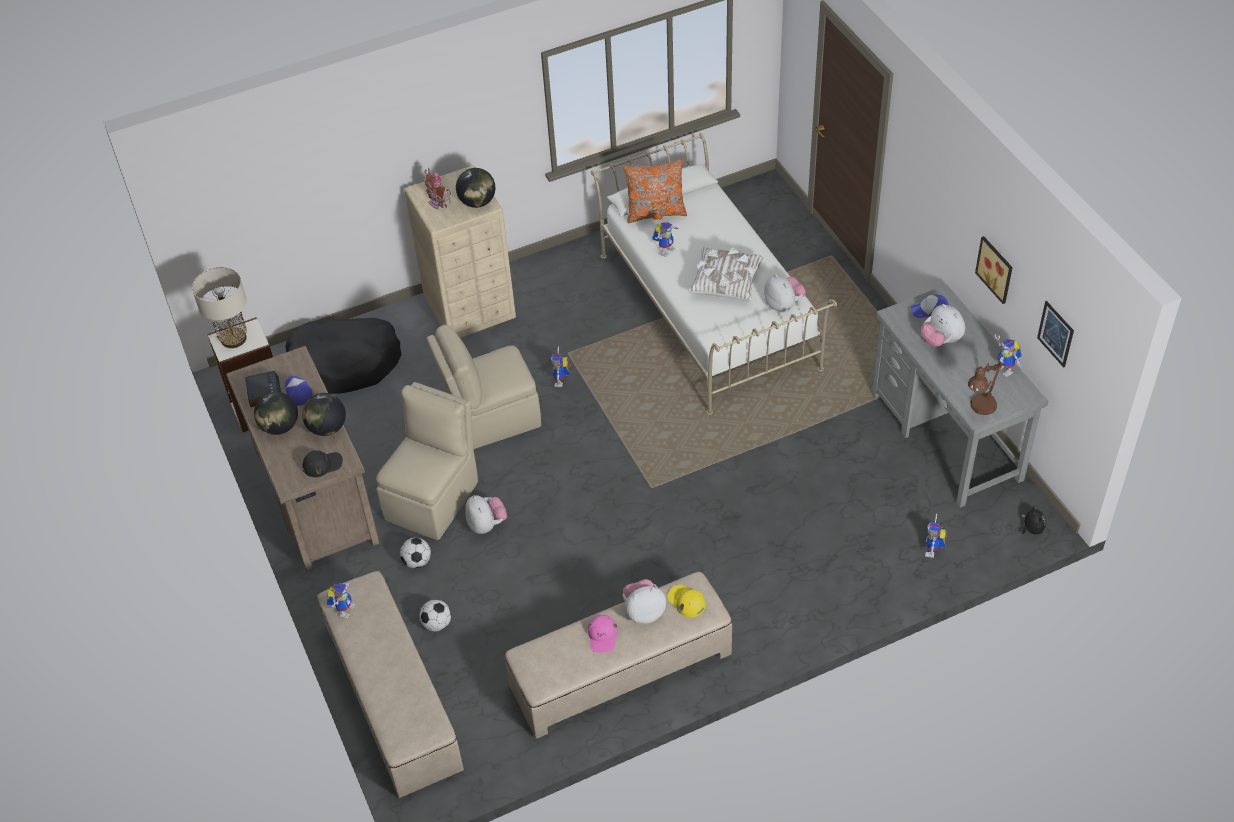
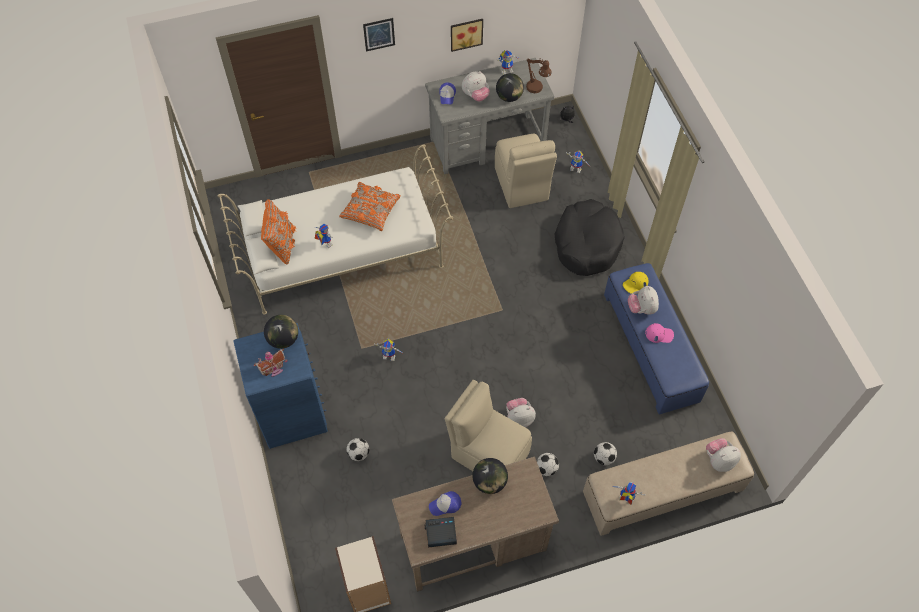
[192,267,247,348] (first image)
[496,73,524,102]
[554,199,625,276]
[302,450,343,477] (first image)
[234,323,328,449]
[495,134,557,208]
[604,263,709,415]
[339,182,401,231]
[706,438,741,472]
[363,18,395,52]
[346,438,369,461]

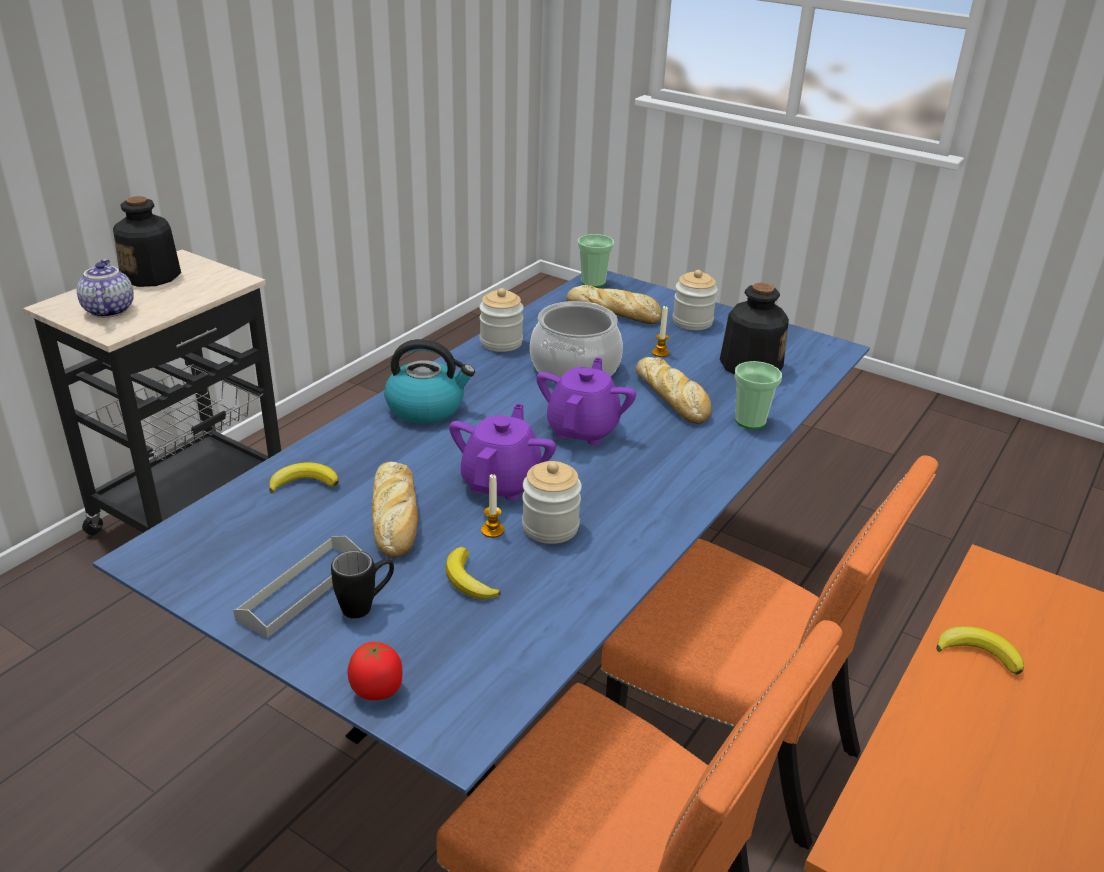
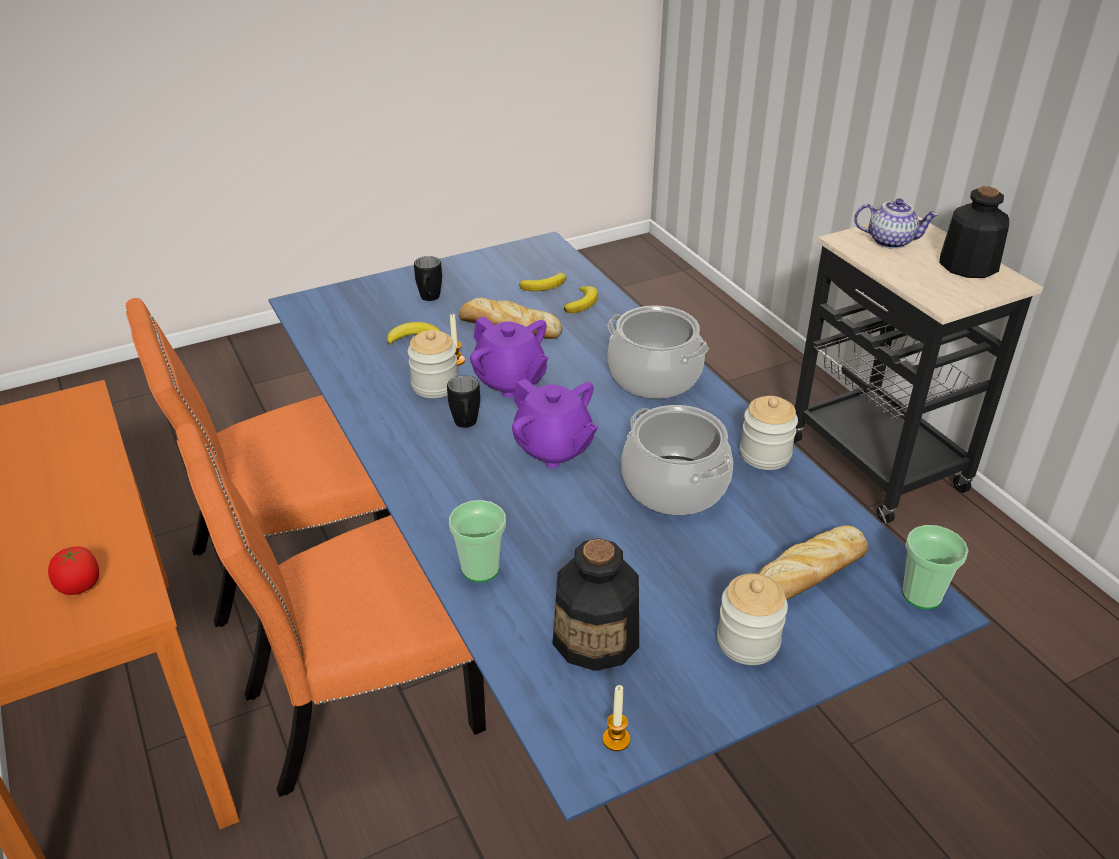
[233,536,363,638] (first image)
[48,547,99,595]
[608,305,709,398]
[636,357,712,424] (first image)
[603,685,631,751]
[519,272,566,291]
[447,375,480,428]

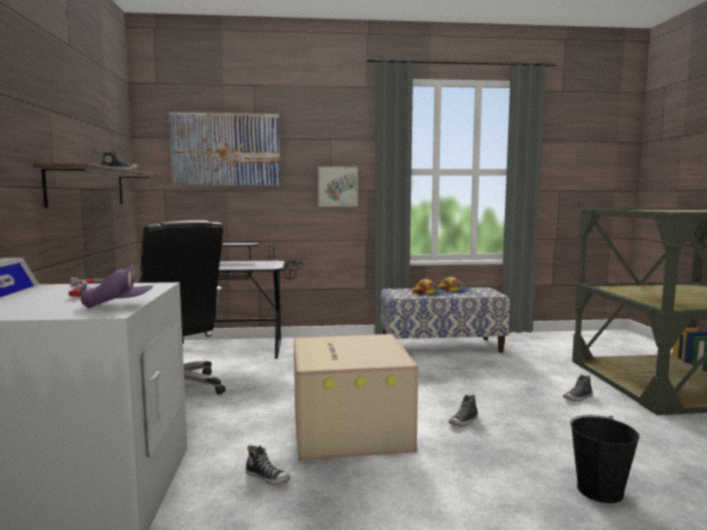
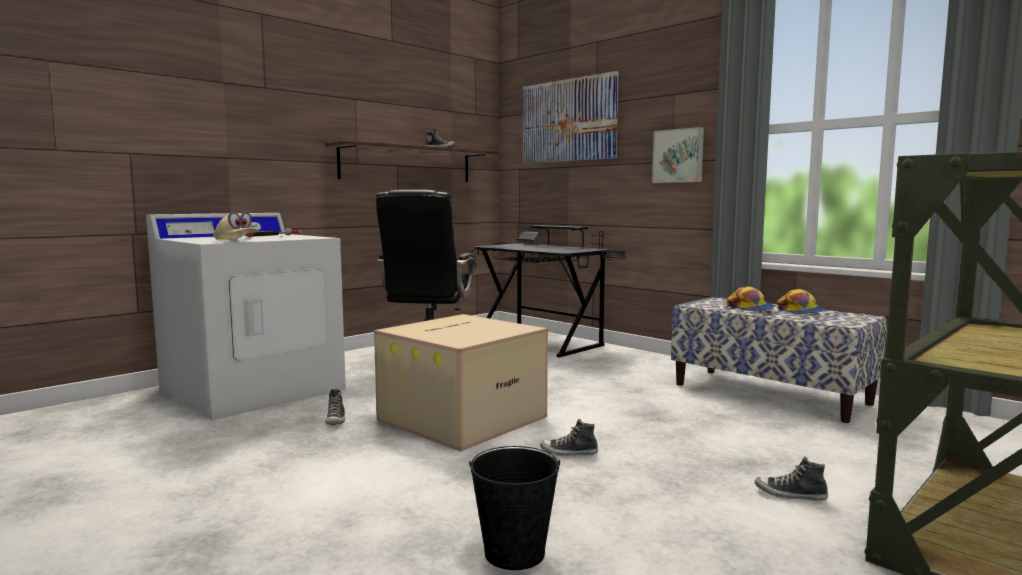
[213,212,258,241]

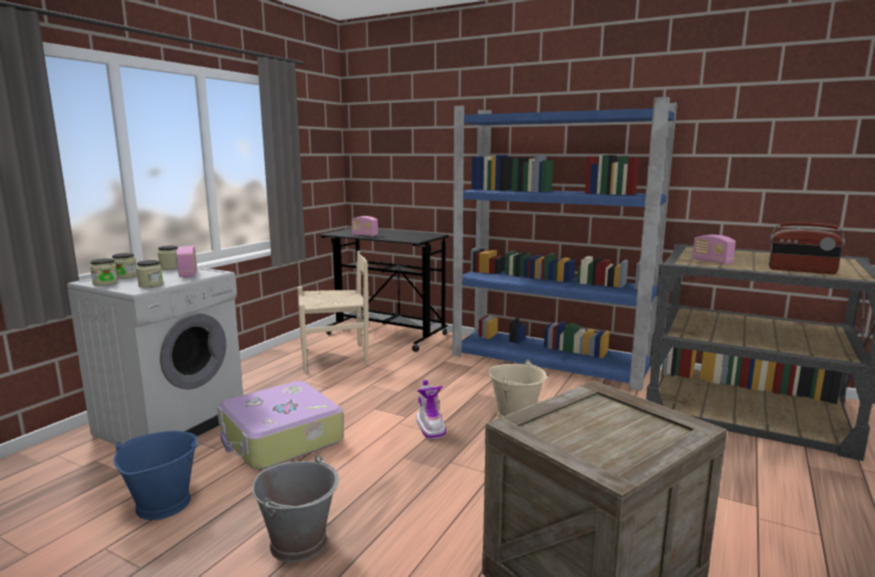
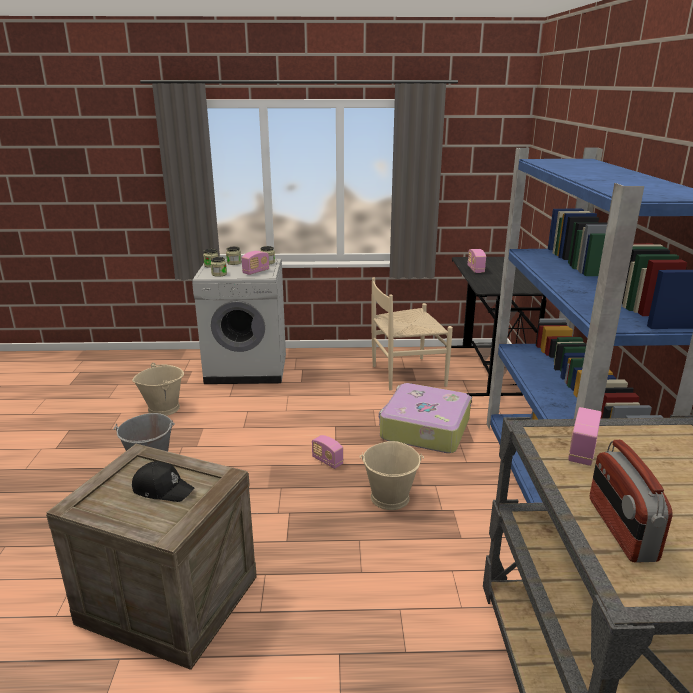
[132,363,184,416]
[379,383,471,453]
[371,277,453,391]
[312,435,343,469]
[132,461,194,502]

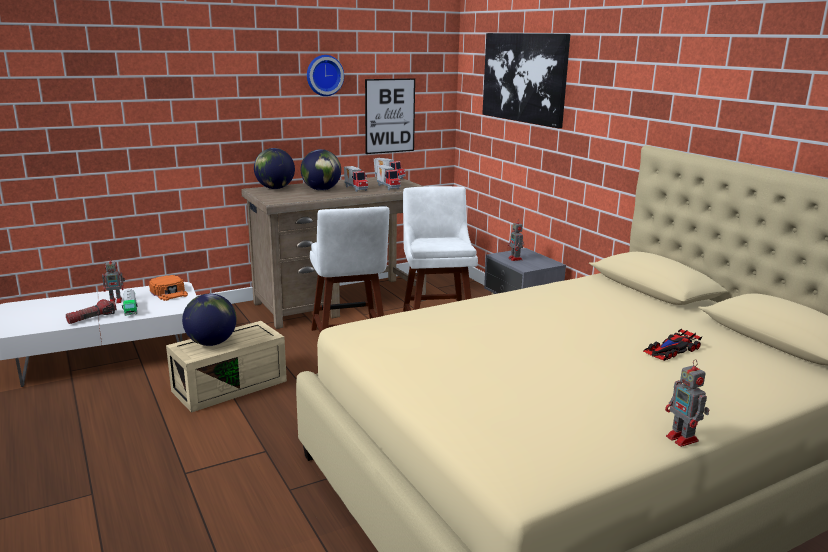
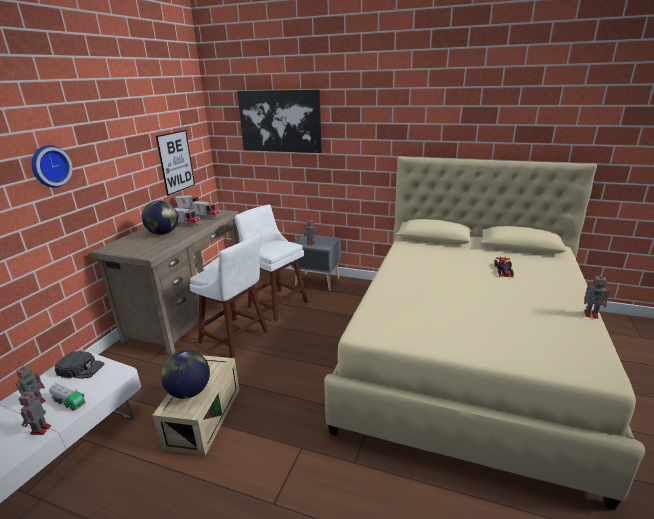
[19,389,51,435]
[55,351,105,379]
[254,148,295,189] (first image)
[31,145,72,188]

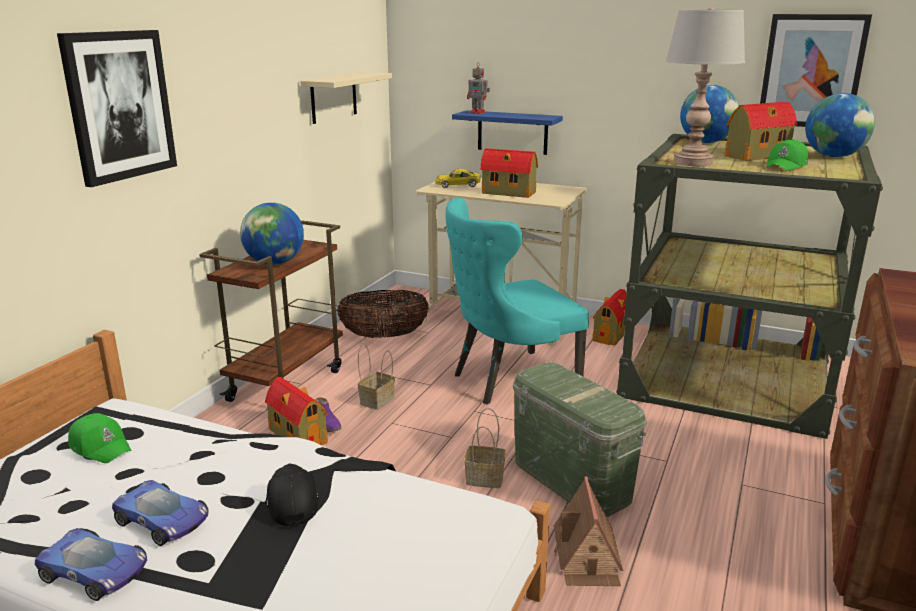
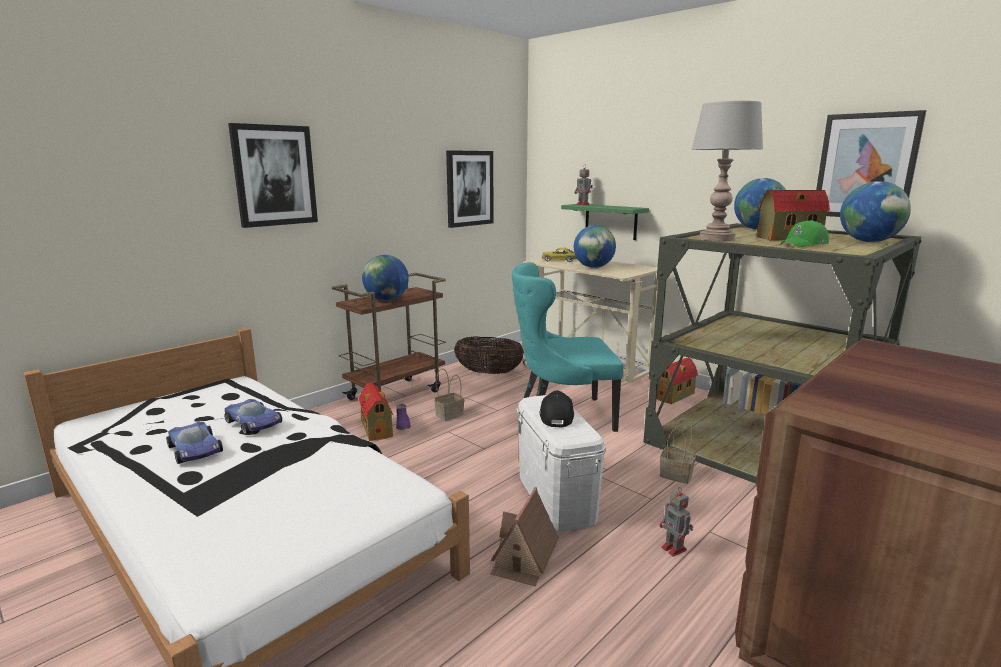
[224,399,282,435]
[68,413,132,463] (first image)
[540,390,574,428]
[446,150,493,228]
[561,204,649,240]
[660,418,696,484]
[574,225,616,268]
[517,395,606,531]
[660,487,693,556]

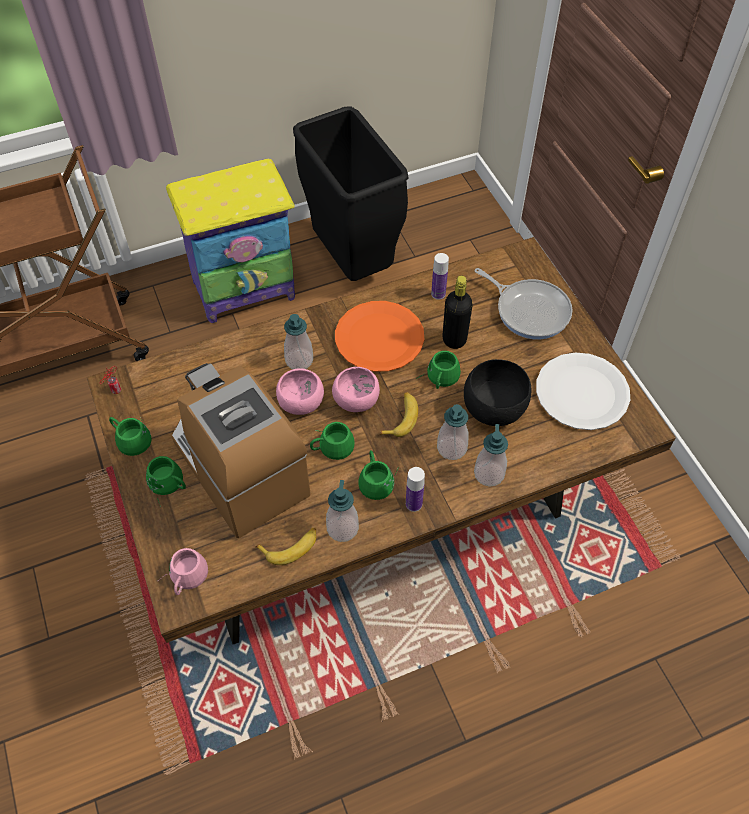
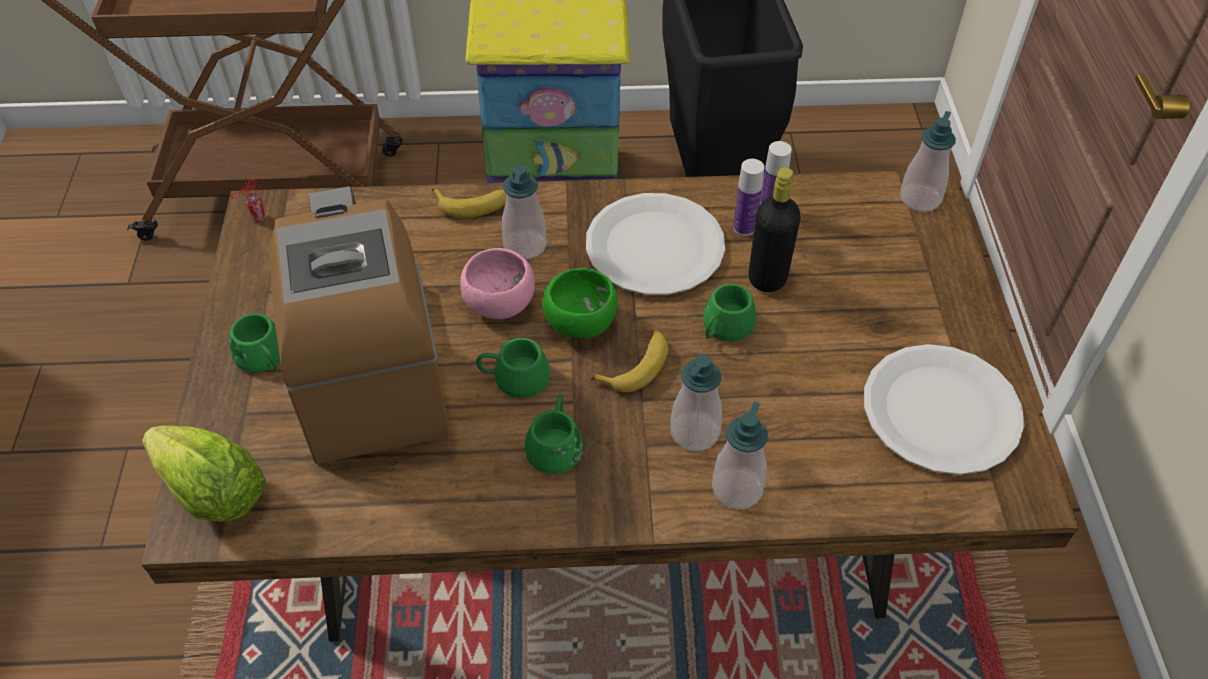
[109,417,152,456] (first image)
[142,426,266,522]
[432,187,506,218]
[900,111,956,212]
[543,268,618,338]
[586,193,725,295]
[733,159,764,236]
[464,359,532,426] (first image)
[474,268,573,339] (first image)

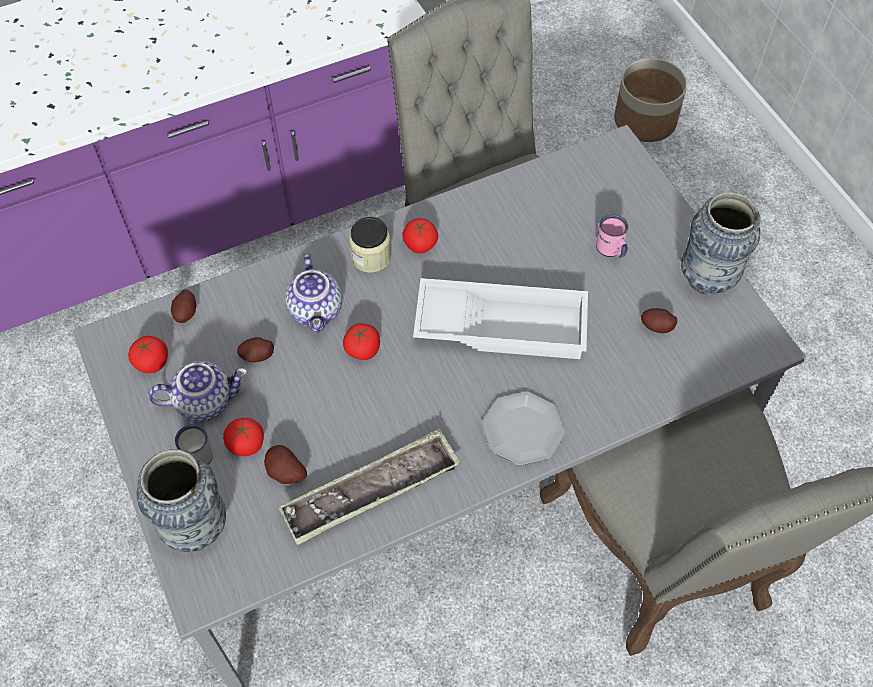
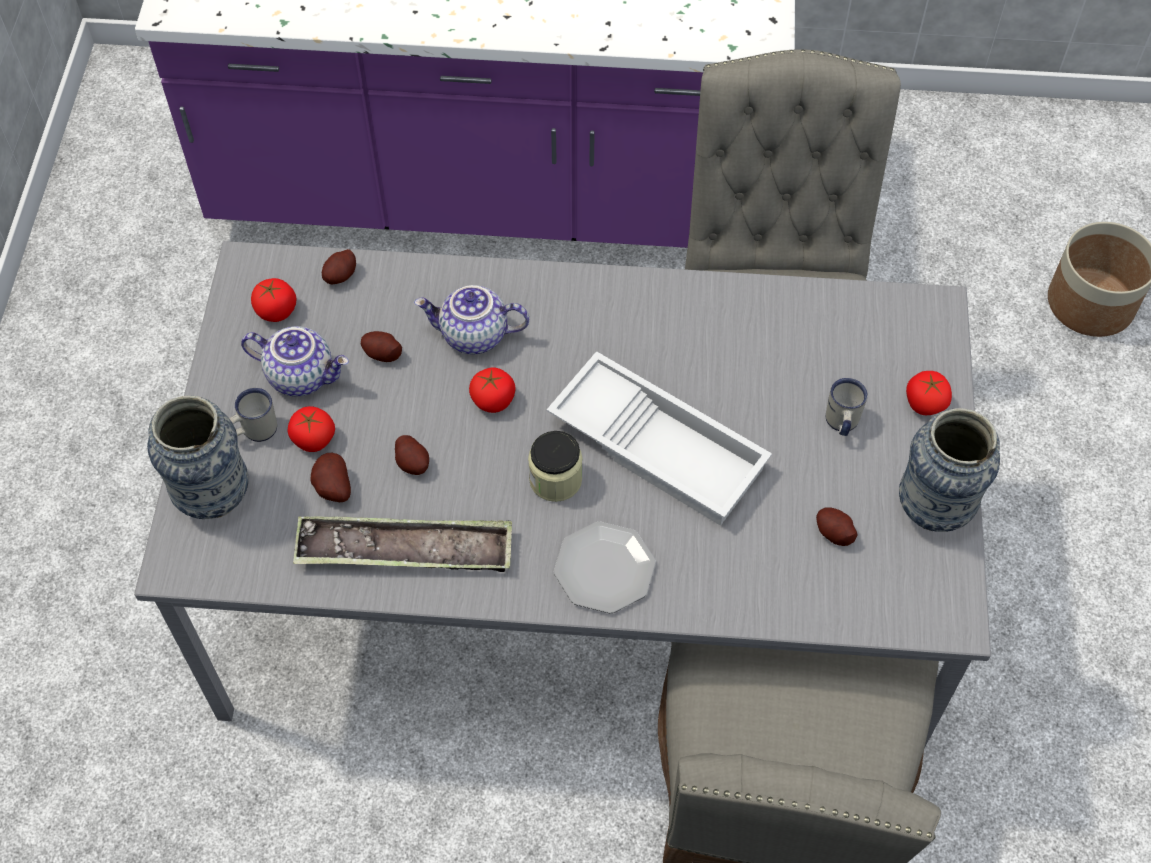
[414,285,529,354]
[528,431,582,502]
[906,371,952,415]
[825,378,868,436]
[395,435,429,475]

